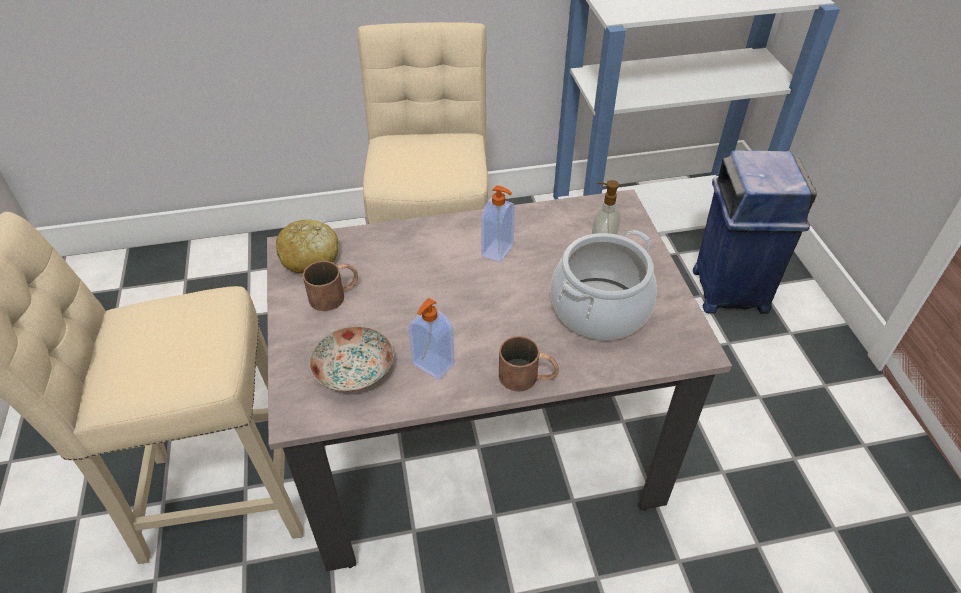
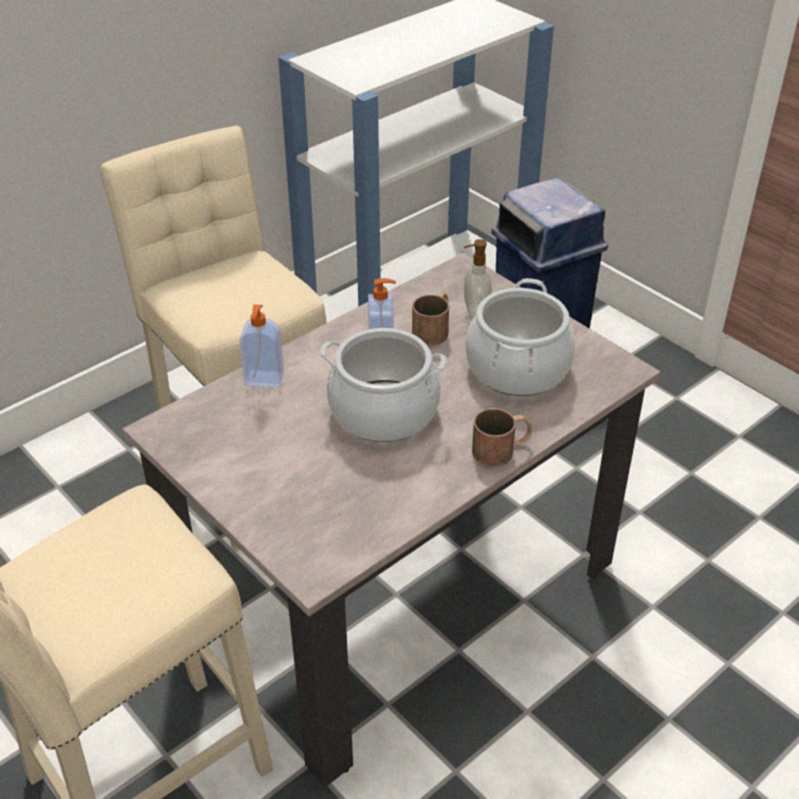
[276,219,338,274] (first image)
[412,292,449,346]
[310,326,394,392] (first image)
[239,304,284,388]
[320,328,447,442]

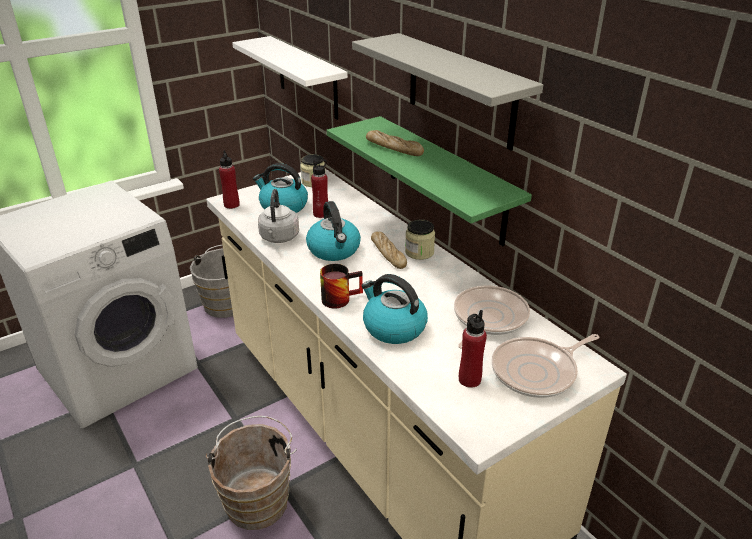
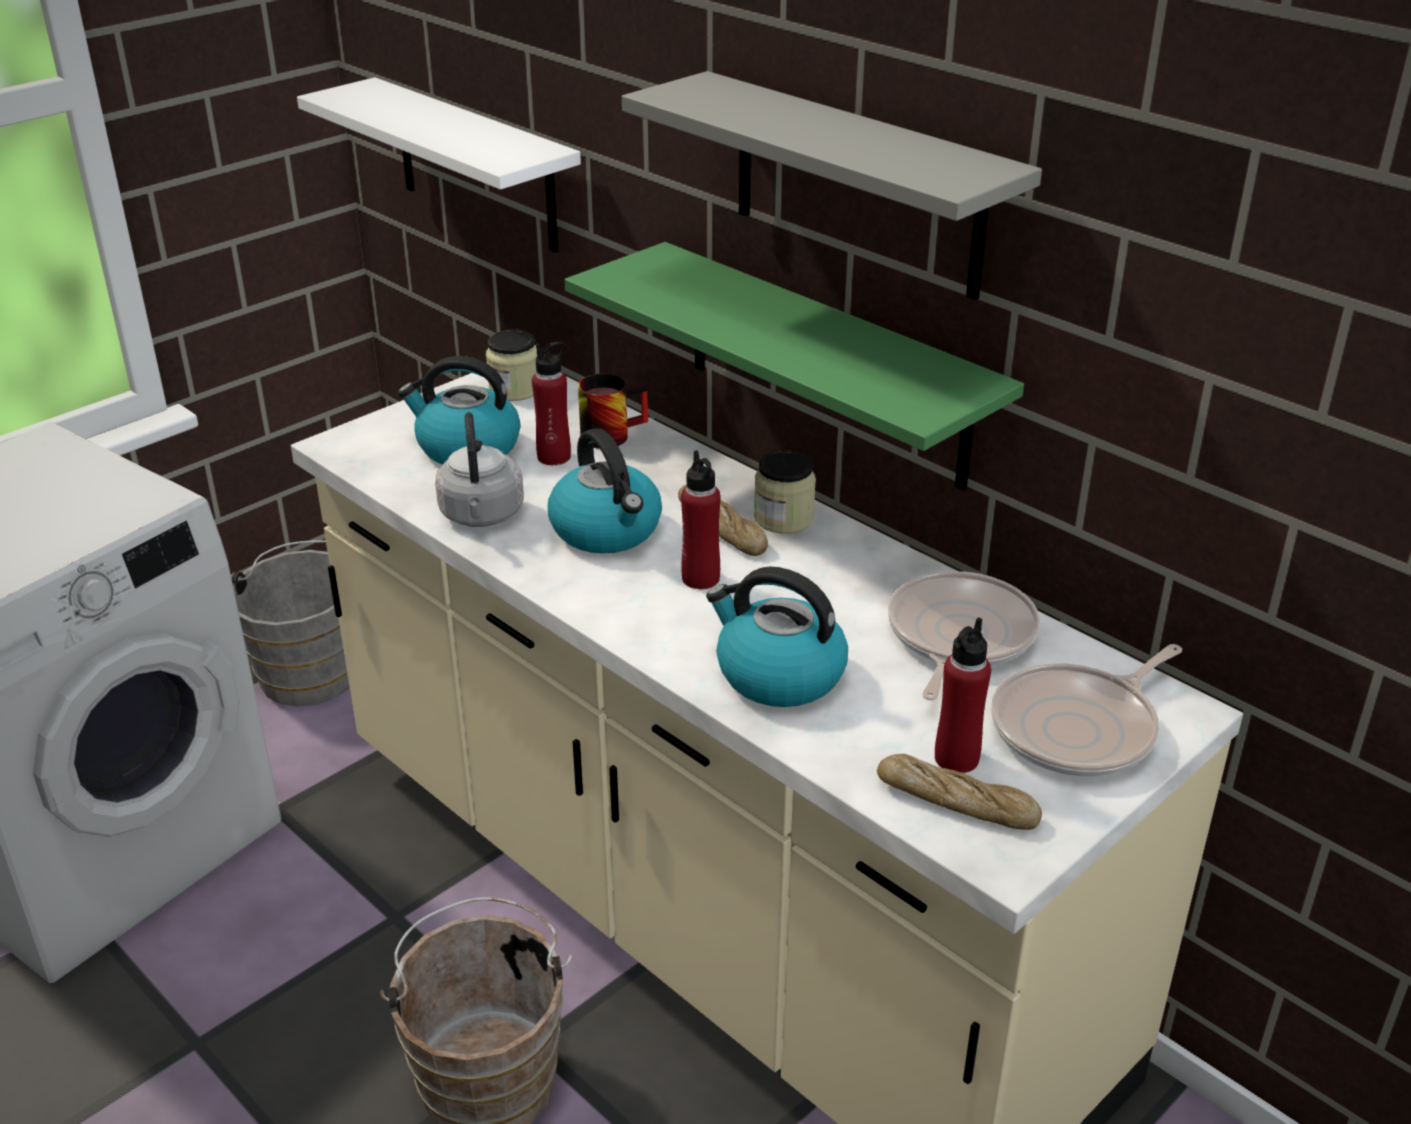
[681,450,721,589]
[578,374,648,449]
[877,754,1042,830]

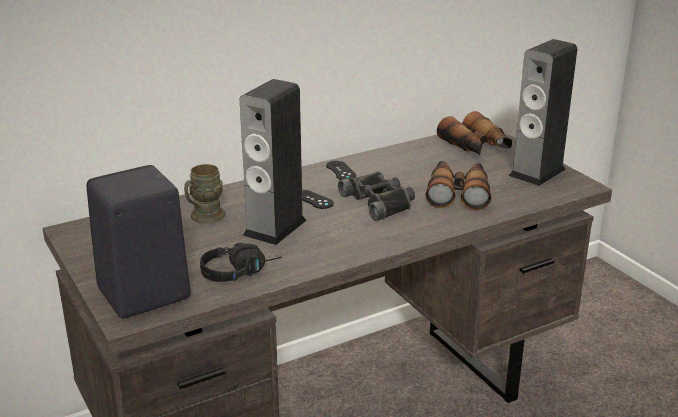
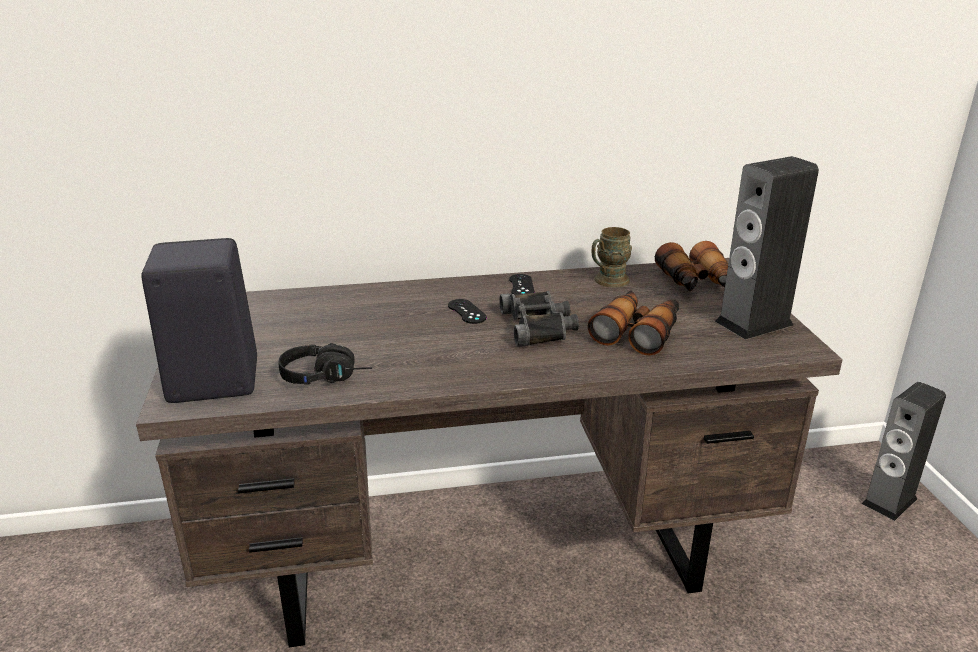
[592,227,632,287]
[861,382,946,521]

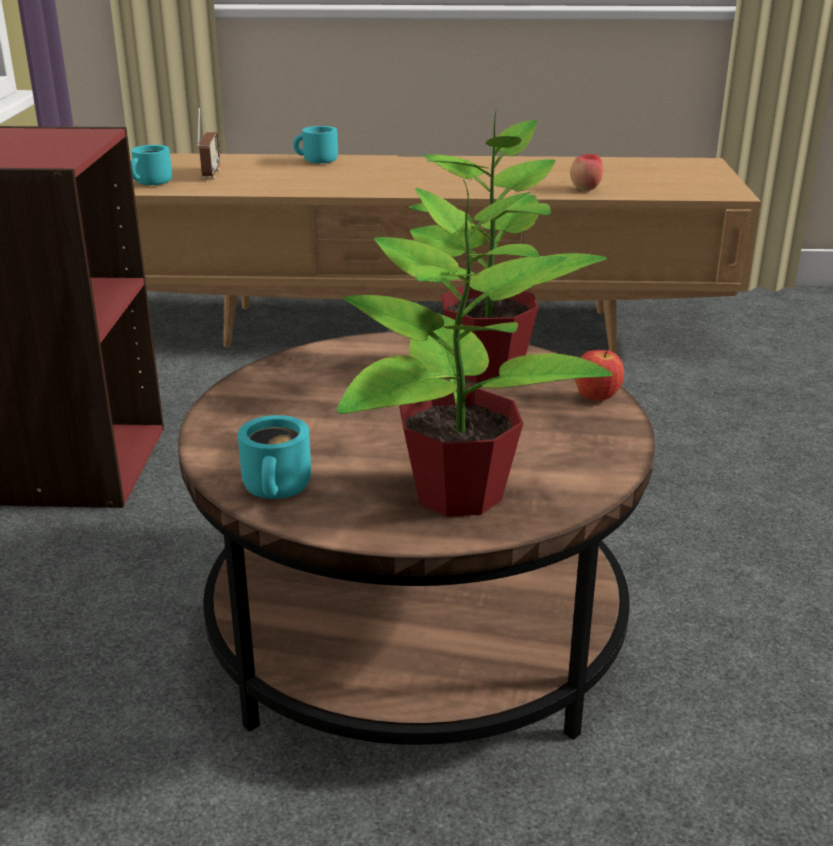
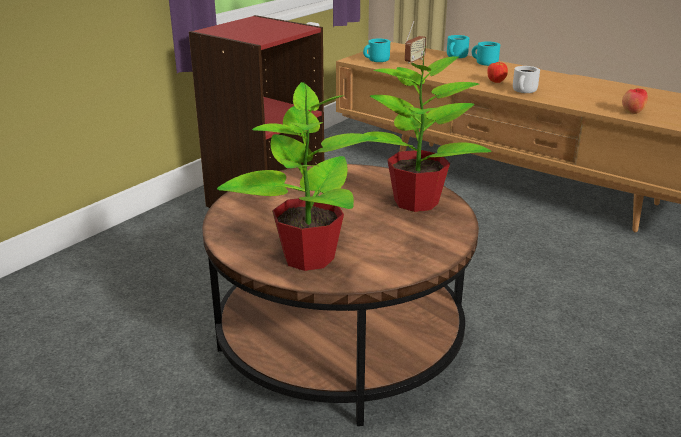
[447,35,469,58]
[487,62,508,83]
[513,66,540,93]

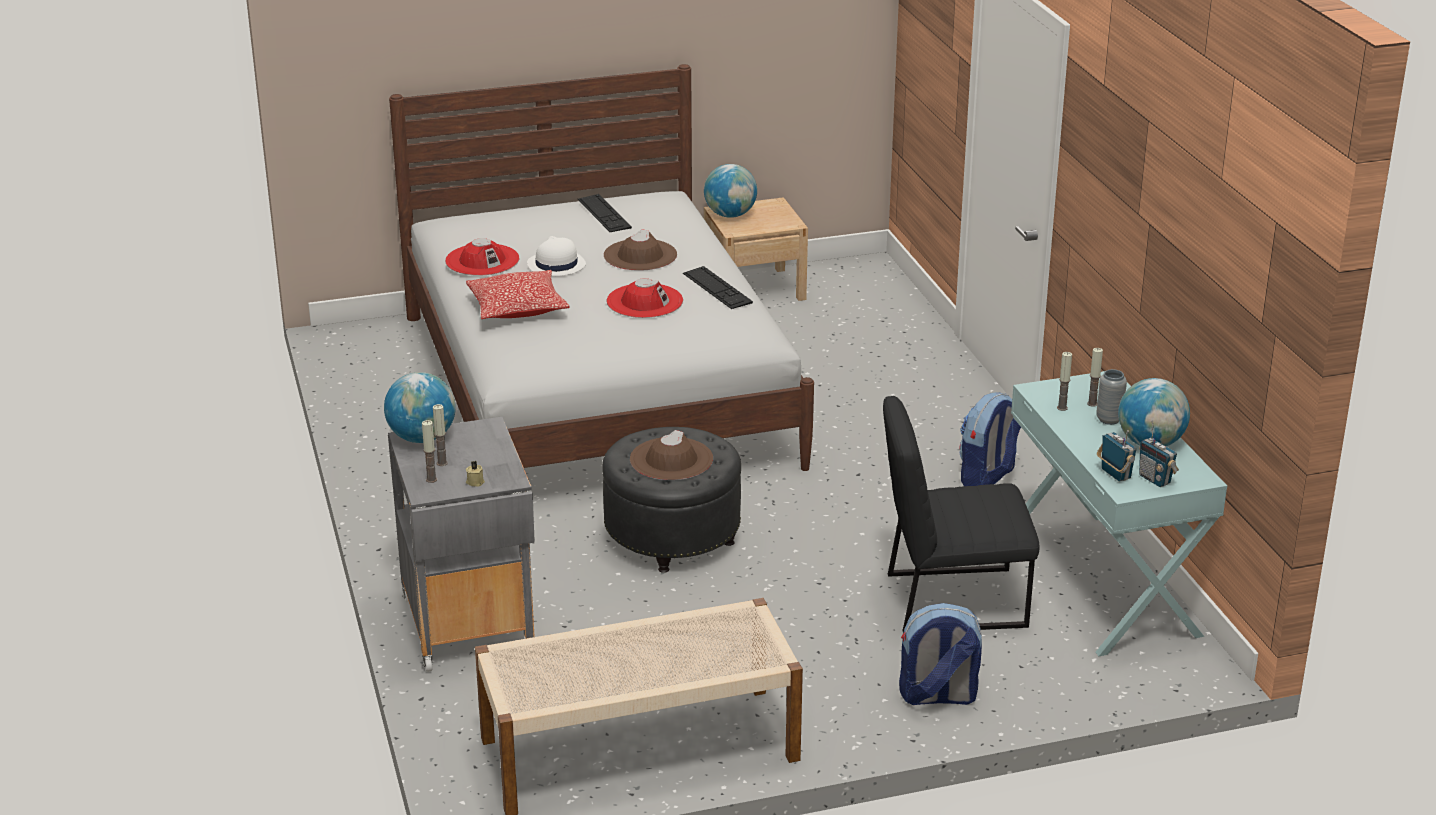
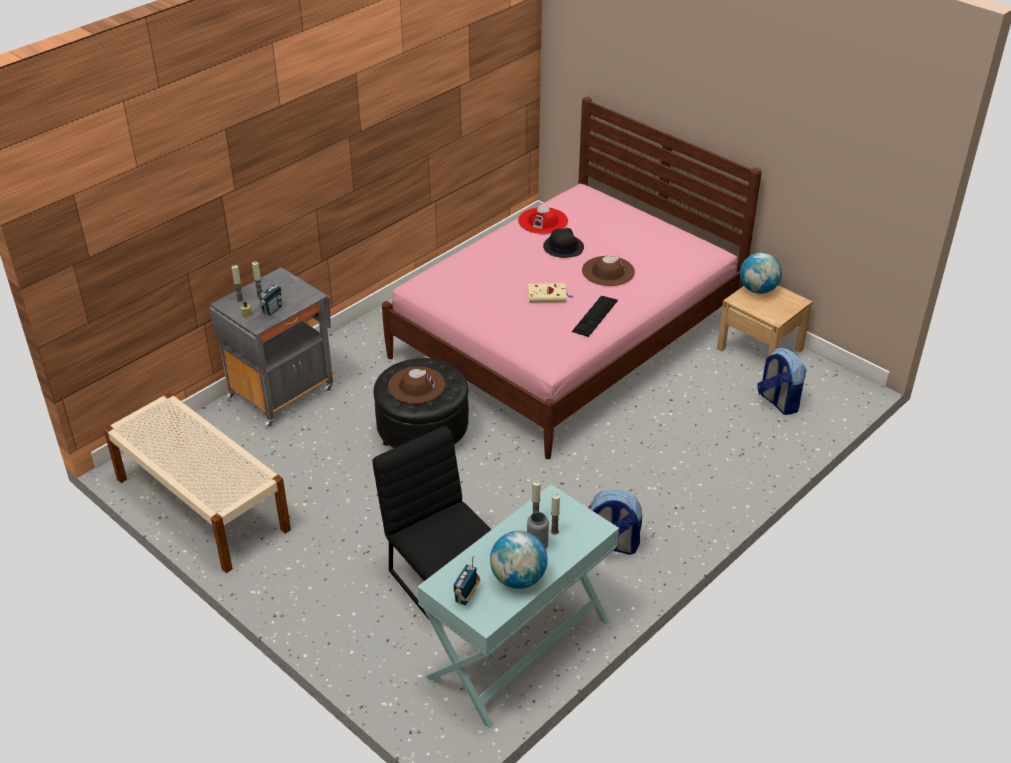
[384,372,456,443] (first image)
[382,97,762,459]
[466,270,570,319] (first image)
[543,228,584,258]
[578,194,632,232] (first image)
[528,283,573,303]
[757,348,807,415]
[258,284,282,316]

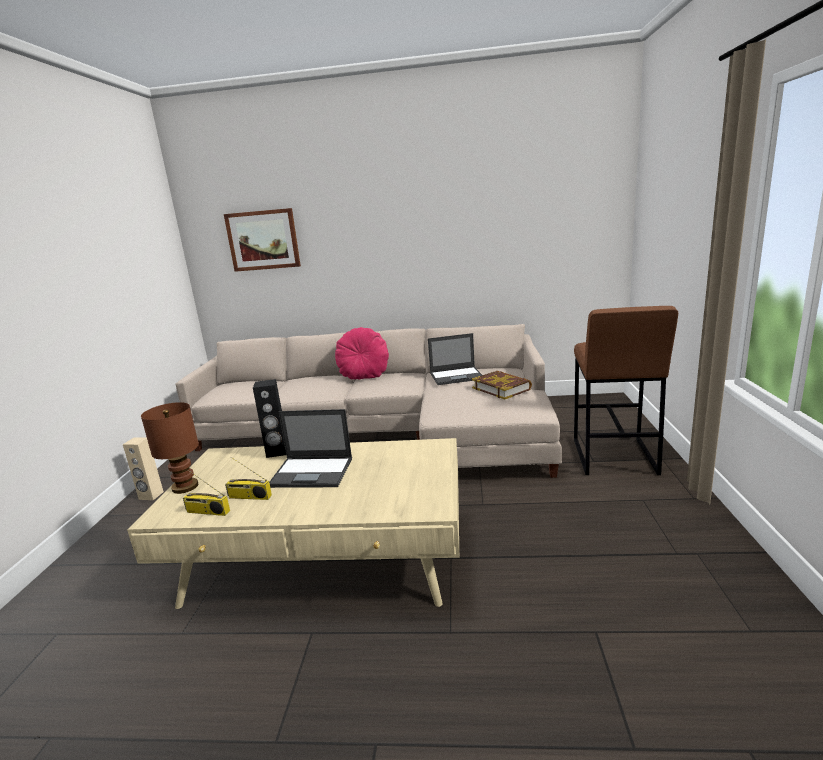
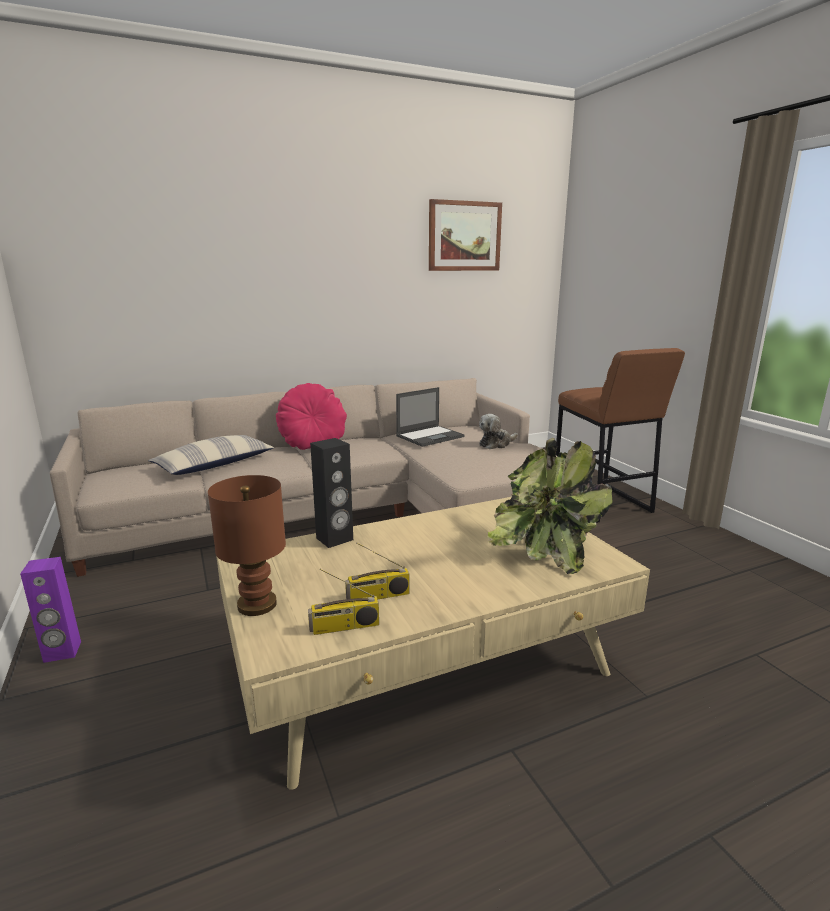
[20,557,81,663]
[429,199,502,271]
[269,409,352,488] (first image)
[479,414,518,449]
[148,435,274,475]
[487,438,612,574]

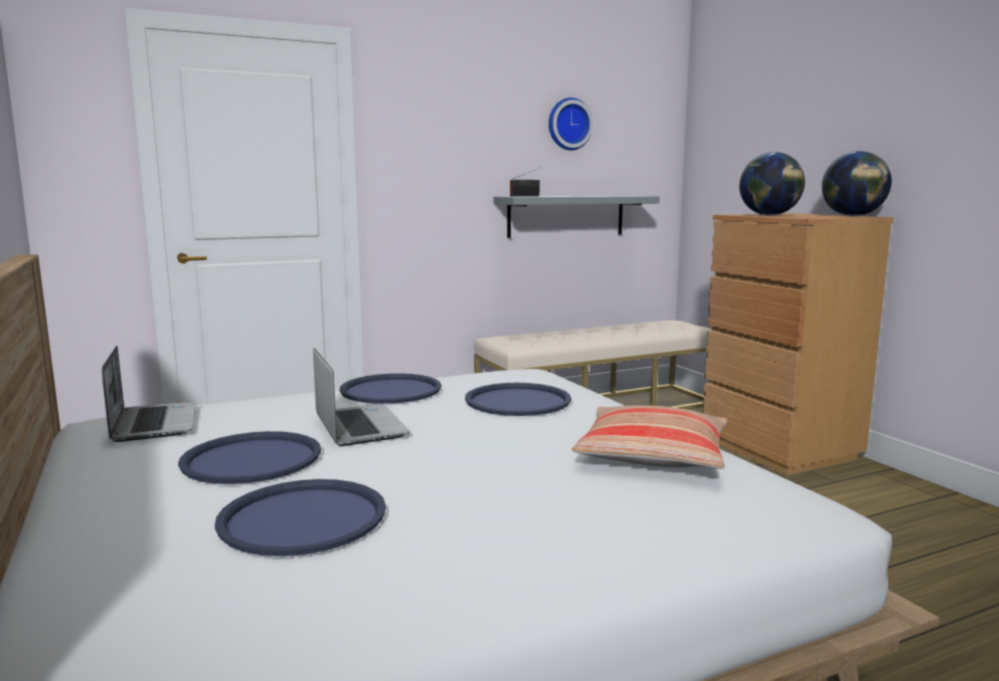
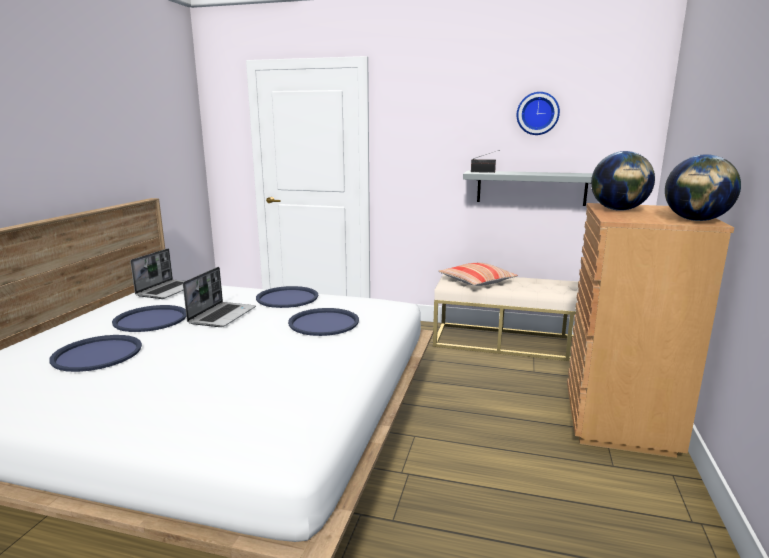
[439,263,518,286]

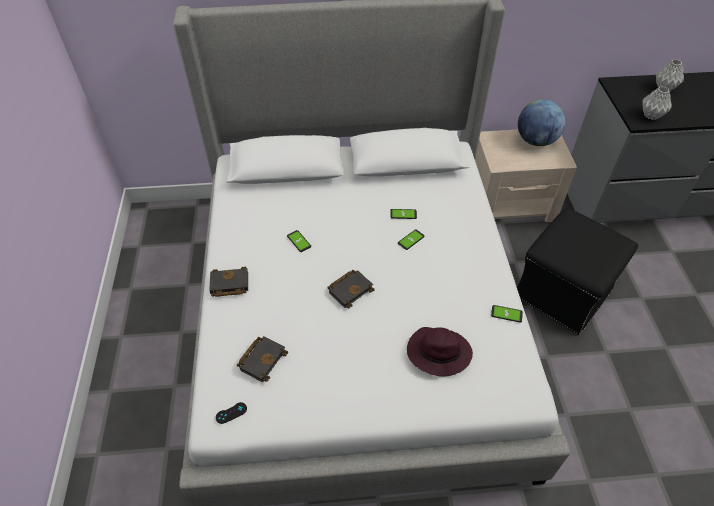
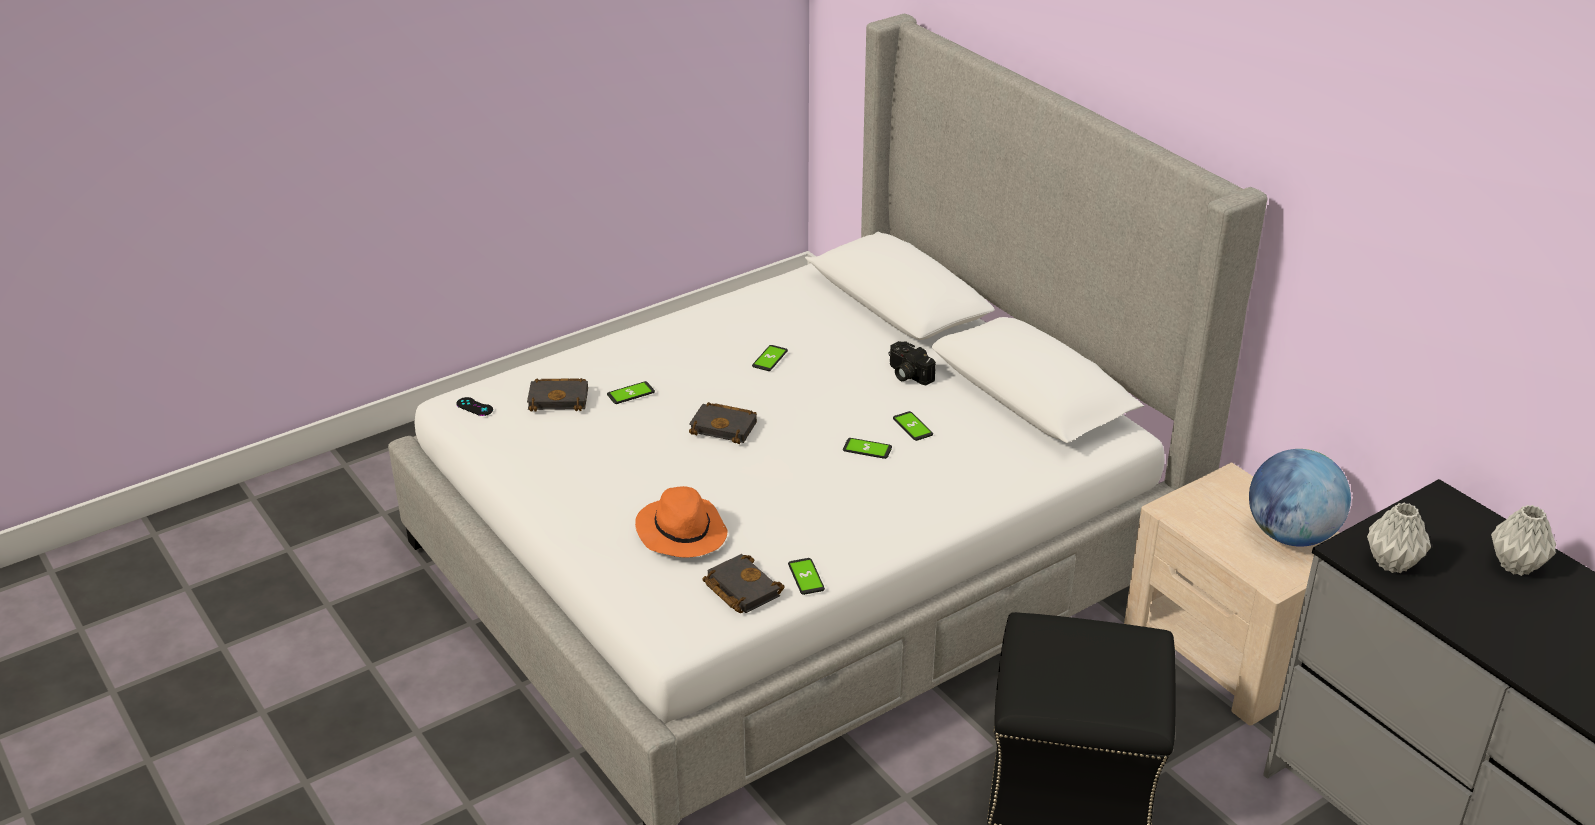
[702,554,785,613]
[635,486,728,558]
[607,381,655,404]
[888,341,936,385]

